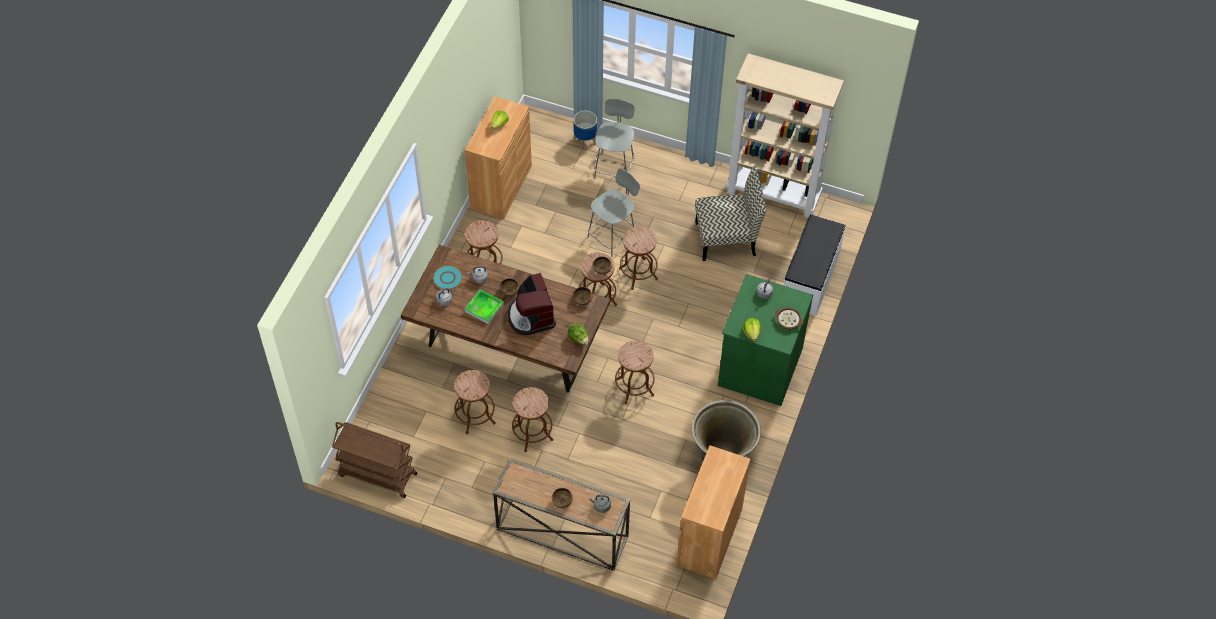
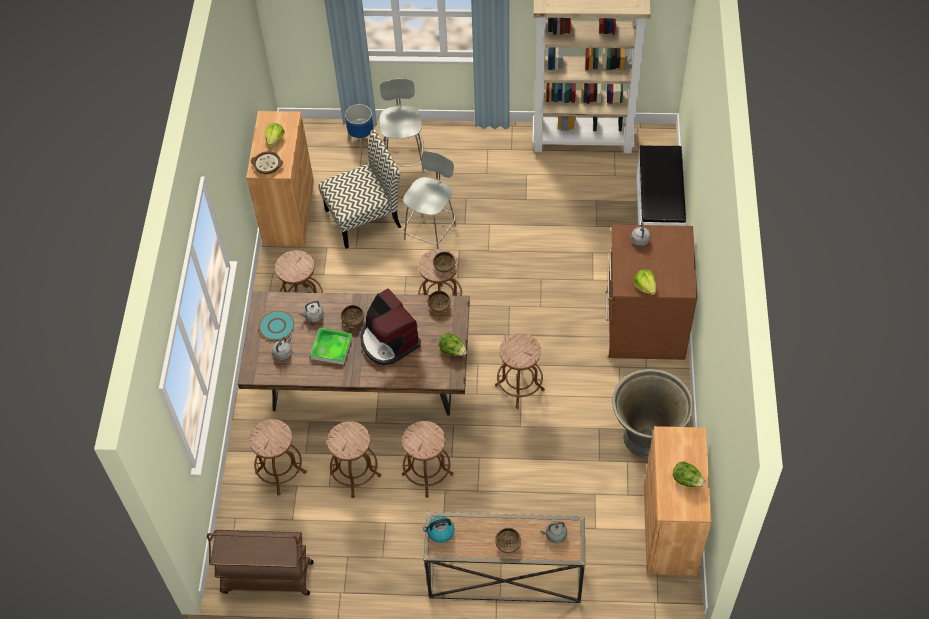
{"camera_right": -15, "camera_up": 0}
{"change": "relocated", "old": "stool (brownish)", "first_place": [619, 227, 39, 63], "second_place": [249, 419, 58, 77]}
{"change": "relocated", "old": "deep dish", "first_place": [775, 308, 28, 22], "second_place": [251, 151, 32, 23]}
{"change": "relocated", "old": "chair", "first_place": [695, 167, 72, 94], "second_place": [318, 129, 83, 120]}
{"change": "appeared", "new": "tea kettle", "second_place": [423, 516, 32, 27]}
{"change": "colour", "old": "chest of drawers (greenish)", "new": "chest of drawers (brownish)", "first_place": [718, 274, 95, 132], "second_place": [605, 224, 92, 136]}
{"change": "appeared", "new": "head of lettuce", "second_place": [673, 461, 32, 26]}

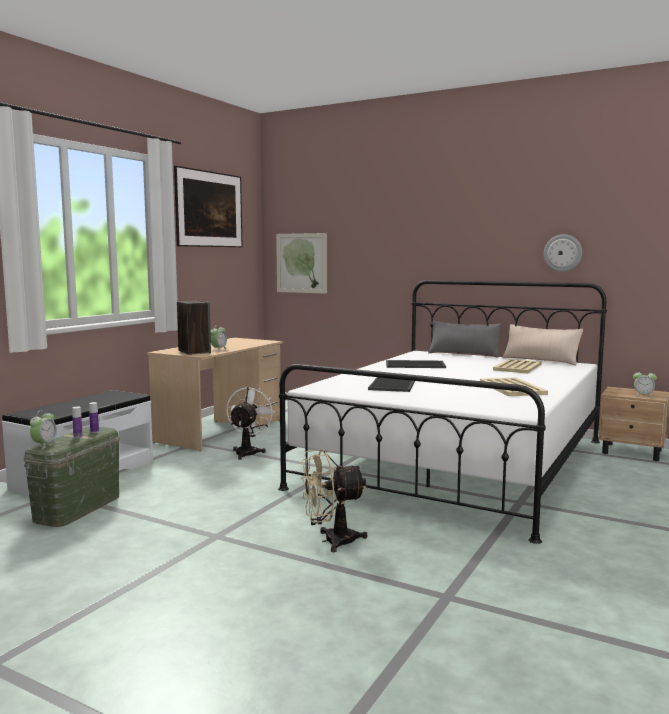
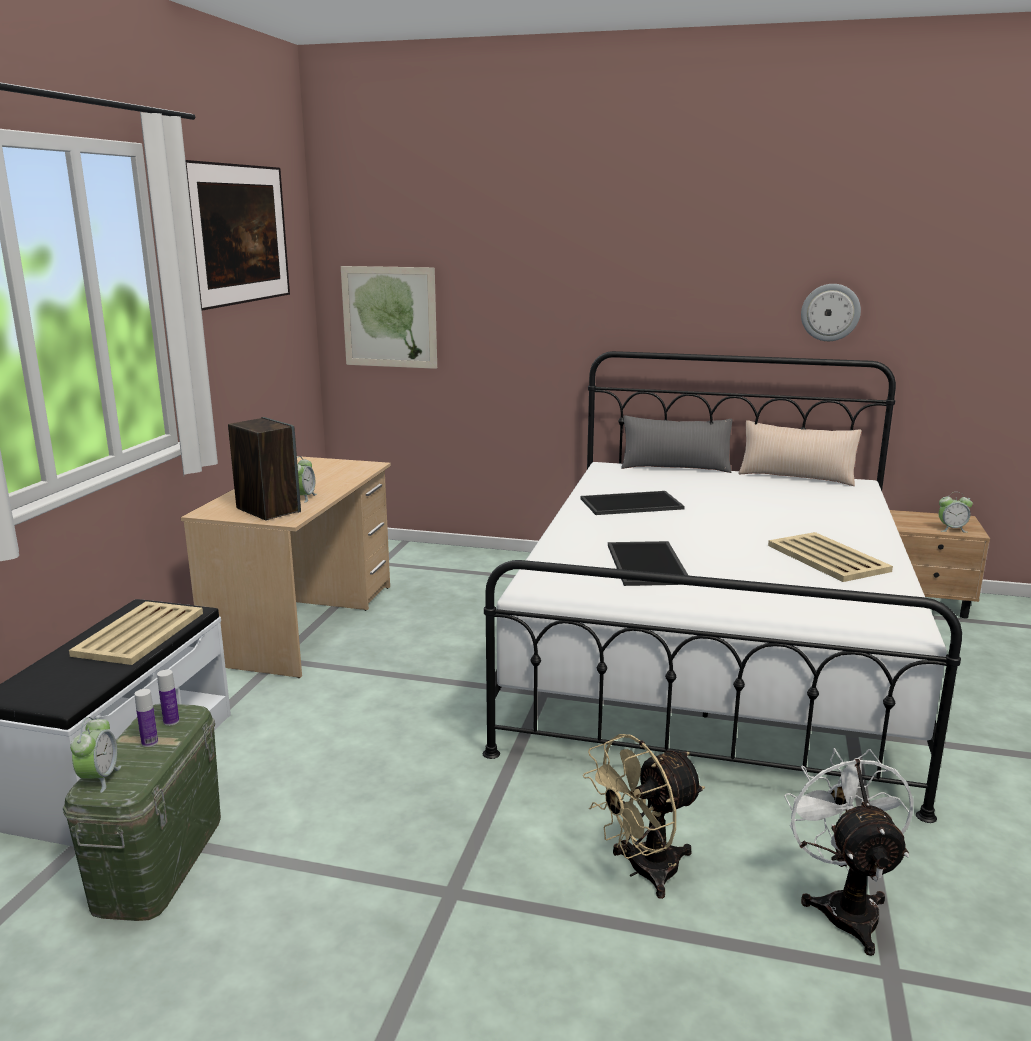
{"camera_right": -15, "camera_up": 10}
{"change": "relocated", "old": "carrying tray (sand-coloured)", "first_place": [493, 359, 49, 14], "second_place": [69, 601, 134, 64]}
{"change": "relocated", "old": "cooling fan (white)", "first_place": [227, 387, 48, 73], "second_place": [784, 748, 130, 208]}

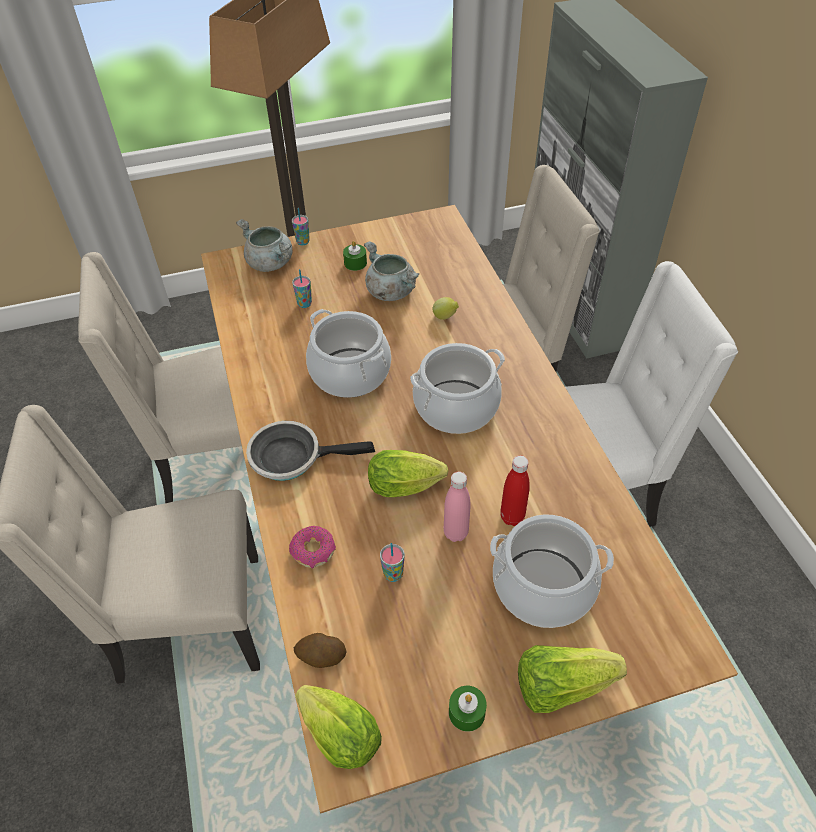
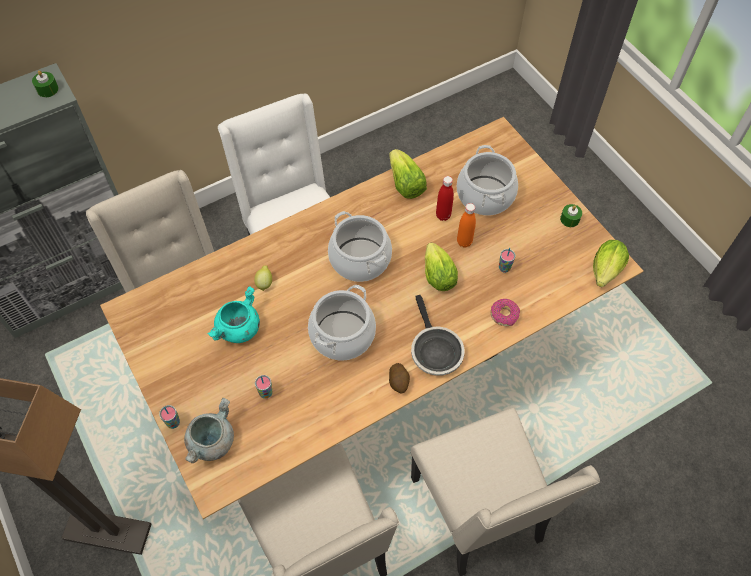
{"camera_right": -105, "camera_up": 10}
{"change": "relocated", "old": "wax light (greenish)", "first_place": [343, 241, 24, 30], "second_place": [32, 70, 27, 27]}
{"change": "colour", "old": "saucepot (grey)", "new": "saucepot (turquoise-coloured)", "first_place": [364, 241, 56, 60], "second_place": [208, 286, 52, 57]}
{"change": "relocated", "old": "head of lettuce", "first_place": [518, 645, 109, 68], "second_place": [389, 149, 38, 50]}
{"change": "relocated", "old": "spud", "first_place": [294, 633, 53, 35], "second_place": [389, 363, 21, 31]}
{"change": "colour", "old": "beverage bottle (pinkish)", "new": "beverage bottle (orangey)", "first_place": [444, 472, 27, 70], "second_place": [457, 203, 19, 45]}

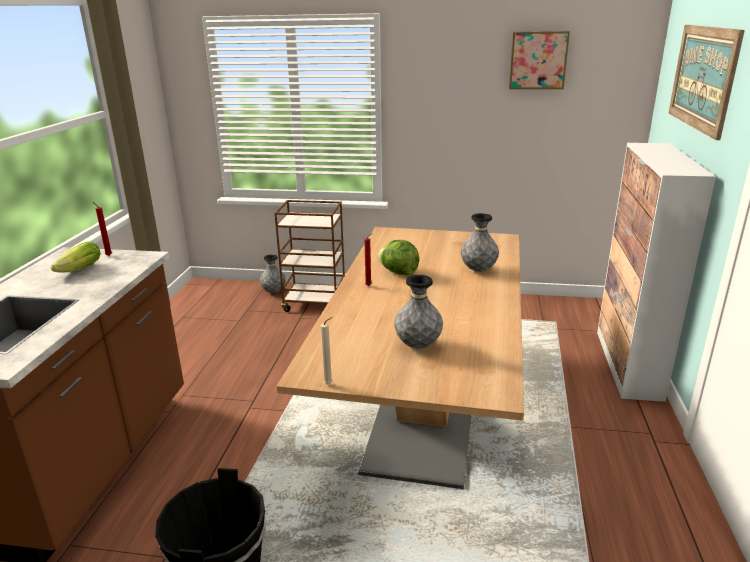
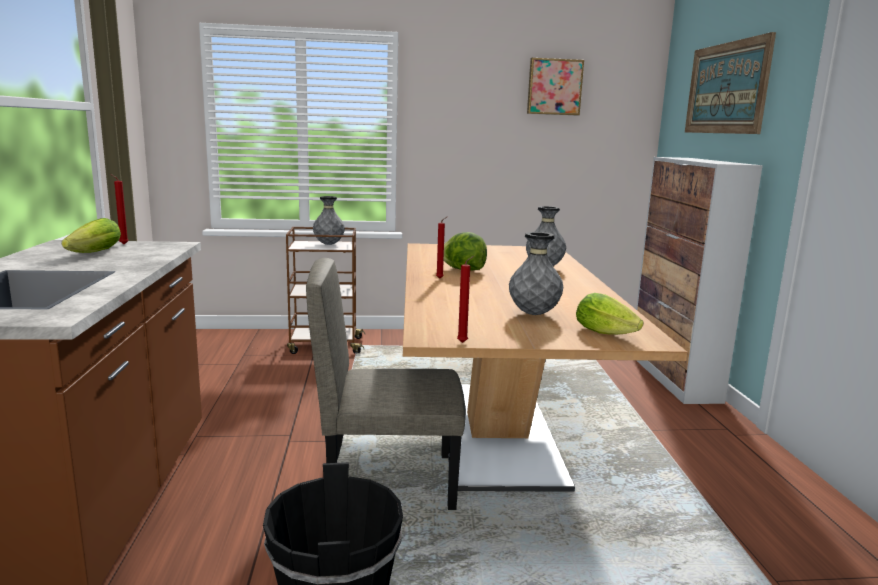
{"camera_right": -15, "camera_up": -10}
{"change": "appeared", "new": "chair (sand-coloured)", "second_place": [306, 258, 160, 252]}
{"change": "relocated", "old": "decorative vase (grey)", "first_place": [260, 255, 26, 38], "second_place": [313, 196, 32, 49]}
{"change": "colour", "old": "wax light (sand-coloured)", "new": "wax light (red)", "first_place": [321, 317, 12, 67], "second_place": [457, 256, 17, 87]}
{"change": "appeared", "new": "head of lettuce", "second_place": [576, 293, 68, 42]}

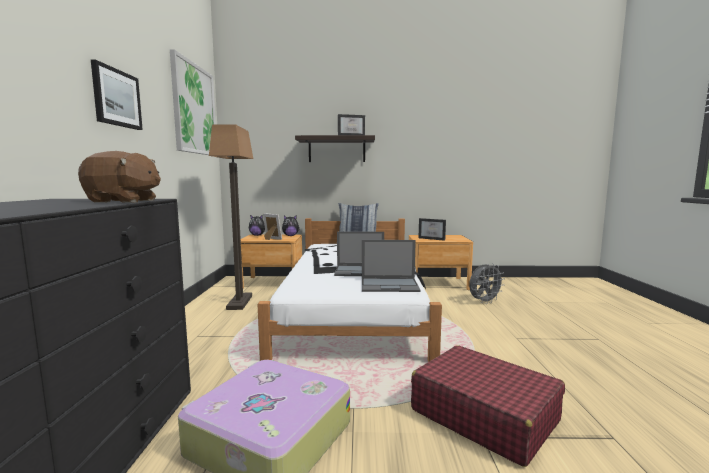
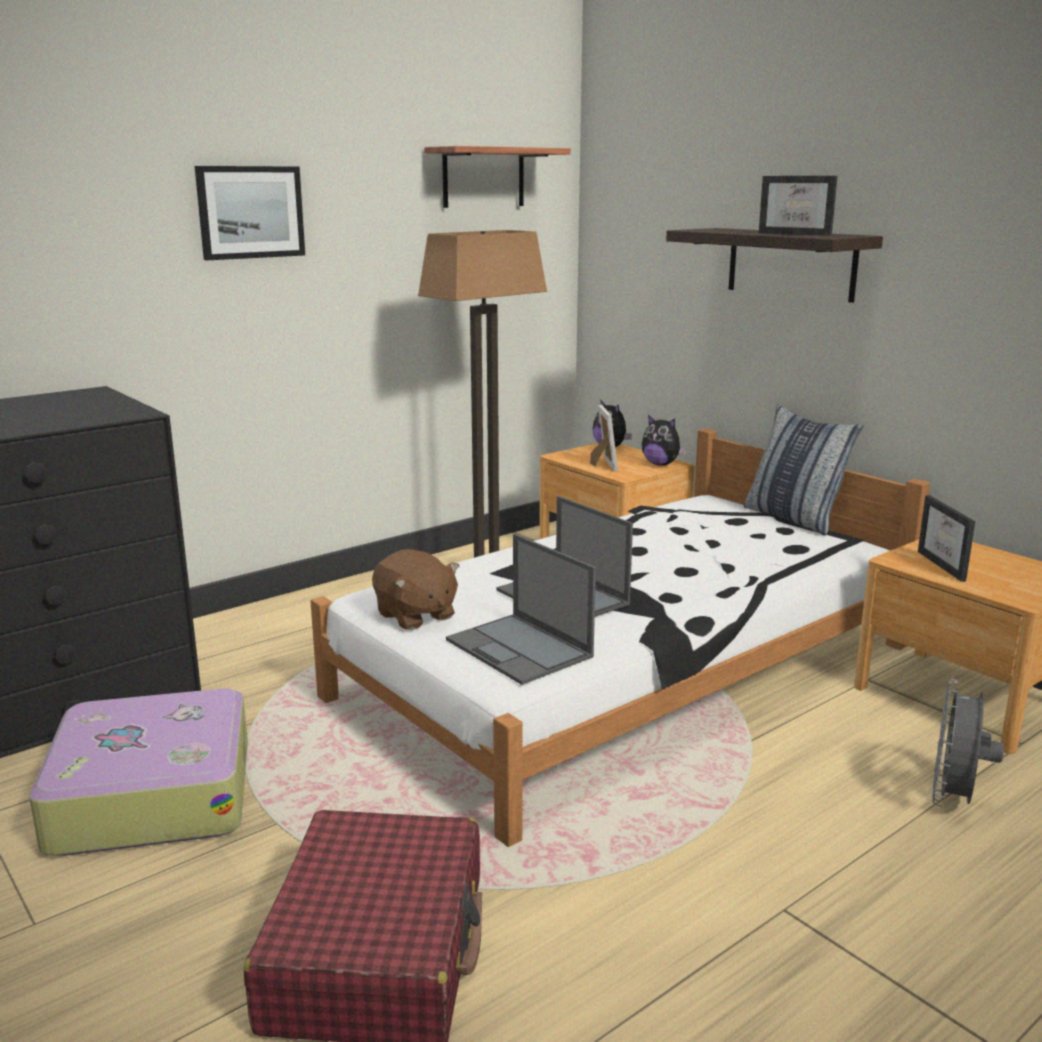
{"camera_right": 50, "camera_up": 10}
{"change": "relocated", "old": "plush toy (brownish)", "first_place": [78, 151, 83, 52], "second_place": [372, 549, 88, 81]}
{"change": "exchanged", "old": "wall picture", "new": "bracket shelf", "first_place": [170, 49, 46, 106], "second_place": [424, 146, 147, 62]}
{"change": "spun", "old": "cooling fan (grey)", "first_place": [469, 264, 36, 39], "second_place": [932, 679, 72, 128], "degrees": 90}

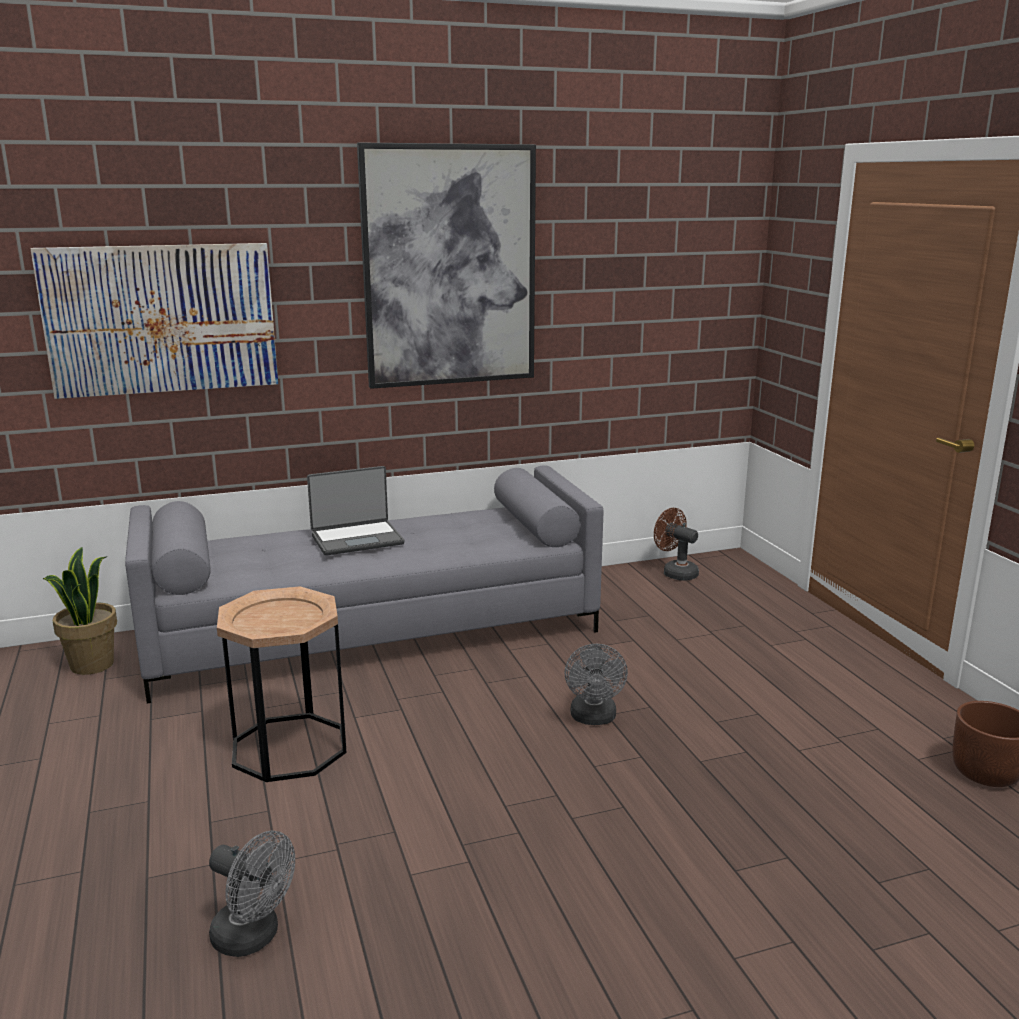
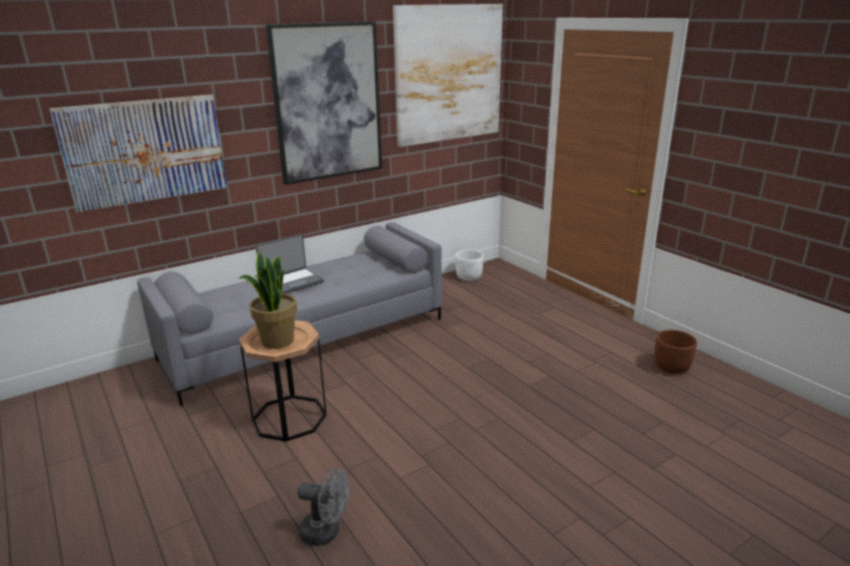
{"camera_right": -15, "camera_up": 5}
{"change": "relocated", "old": "houseplant", "first_place": [43, 547, 74, 128], "second_place": [239, 251, 58, 98]}
{"change": "appeared", "new": "wall picture", "second_place": [393, 4, 110, 143]}
{"change": "exchanged", "old": "cooling fan (brownish)", "new": "plant pot (white)", "first_place": [654, 508, 45, 73], "second_place": [455, 250, 29, 31]}
{"change": "missing", "old": "cooling fan (grey)", "first_place": [564, 644, 64, 81]}

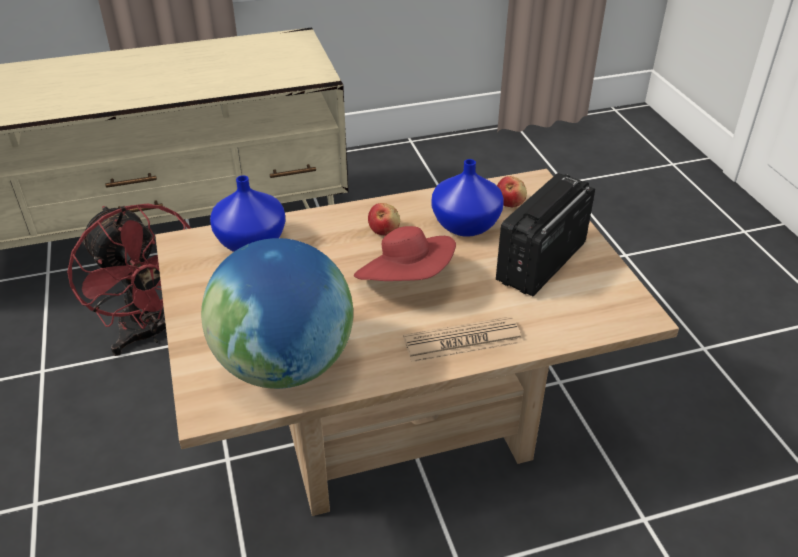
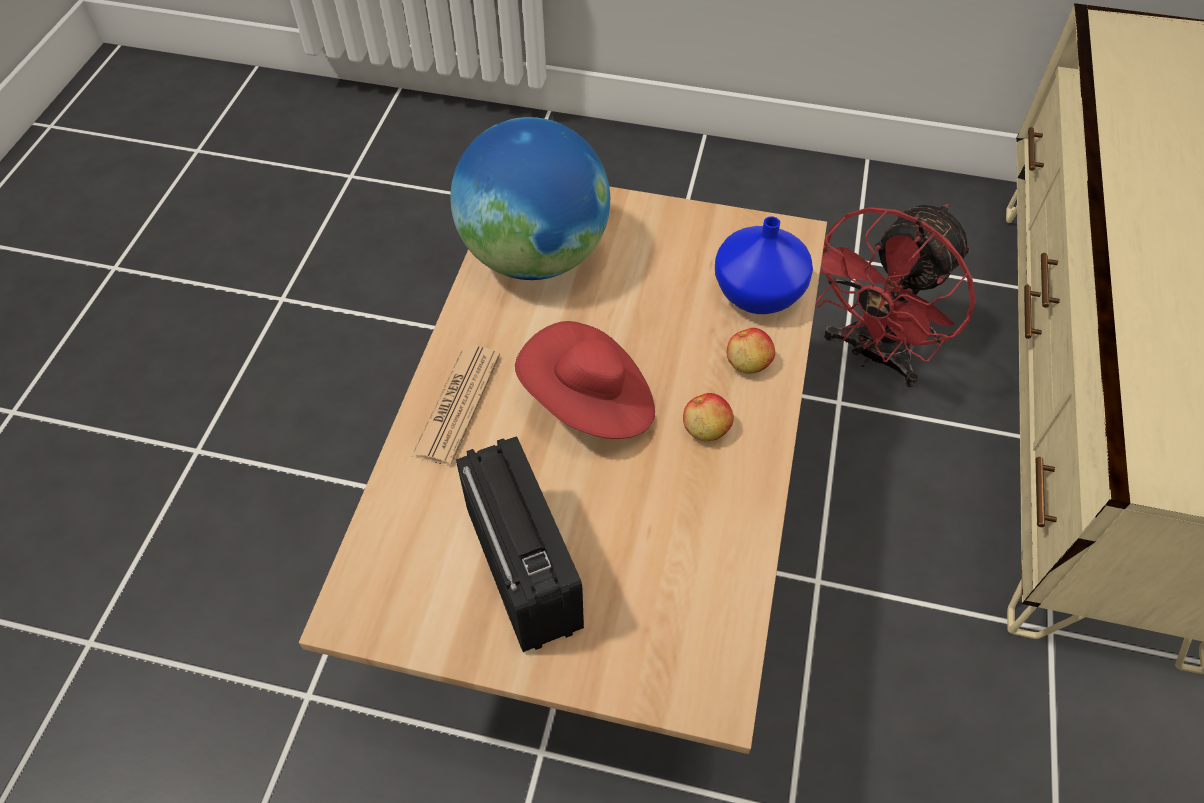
{"camera_right": 120, "camera_up": 15}
{"change": "relocated", "old": "apple fruit", "first_place": [497, 176, 30, 31], "second_place": [727, 328, 48, 46]}
{"change": "spun", "old": "cooling fan (red)", "first_place": [67, 203, 124, 153], "second_place": [815, 204, 161, 183], "degrees": -45}
{"change": "missing", "old": "decorative vase (blue)", "first_place": [432, 159, 72, 78]}

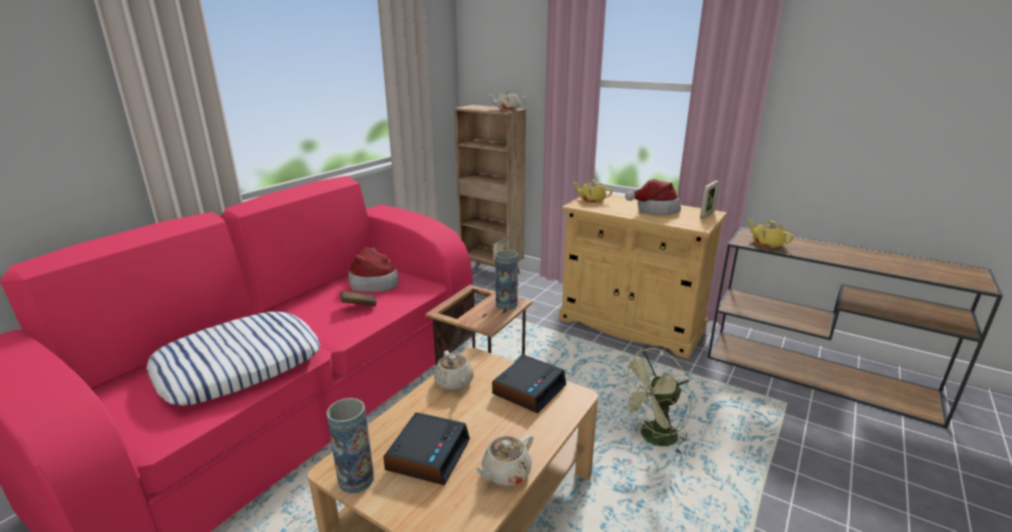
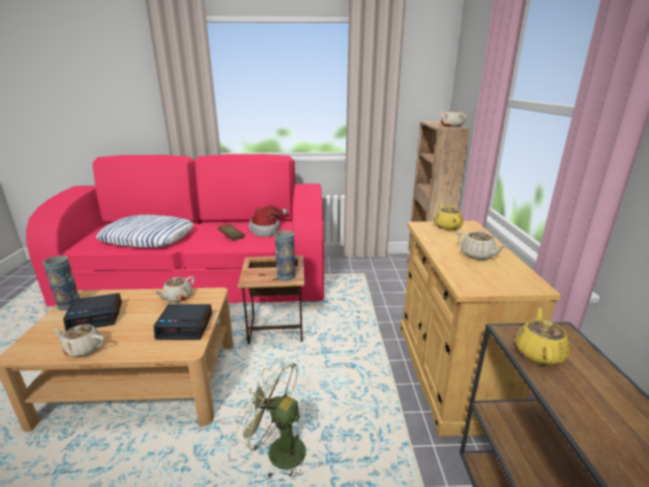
{"camera_right": 55, "camera_up": 0}
{"change": "exchanged", "old": "clothing hat", "new": "pot for tea (sand-coloured)", "first_place": [625, 179, 56, 36], "second_place": [458, 230, 49, 30]}
{"change": "missing", "old": "standing frame", "first_place": [700, 180, 19, 39]}

